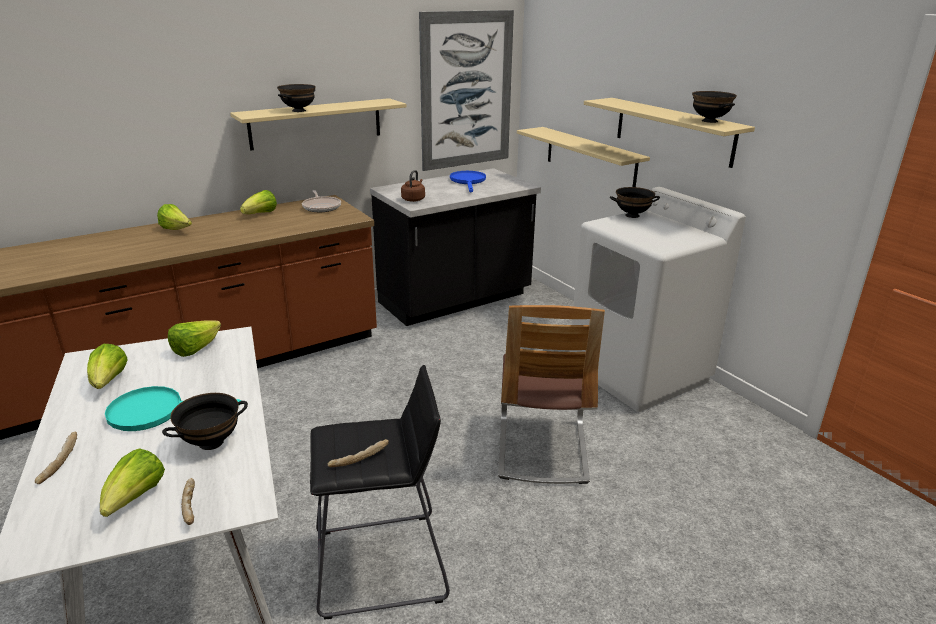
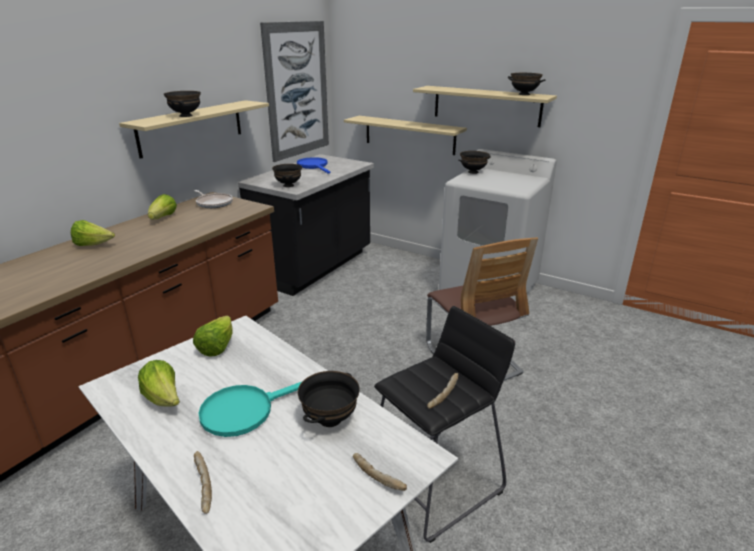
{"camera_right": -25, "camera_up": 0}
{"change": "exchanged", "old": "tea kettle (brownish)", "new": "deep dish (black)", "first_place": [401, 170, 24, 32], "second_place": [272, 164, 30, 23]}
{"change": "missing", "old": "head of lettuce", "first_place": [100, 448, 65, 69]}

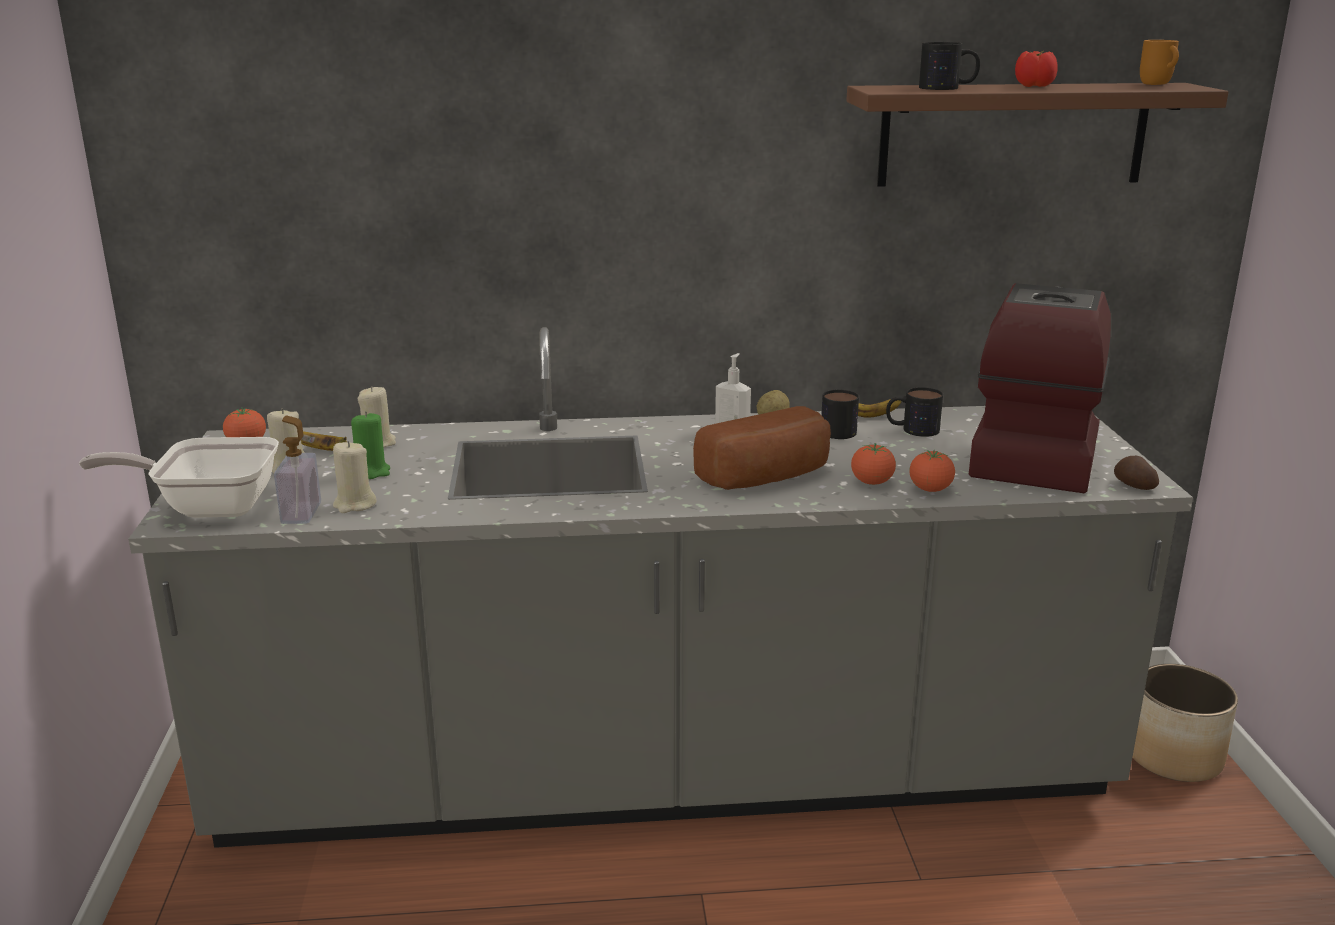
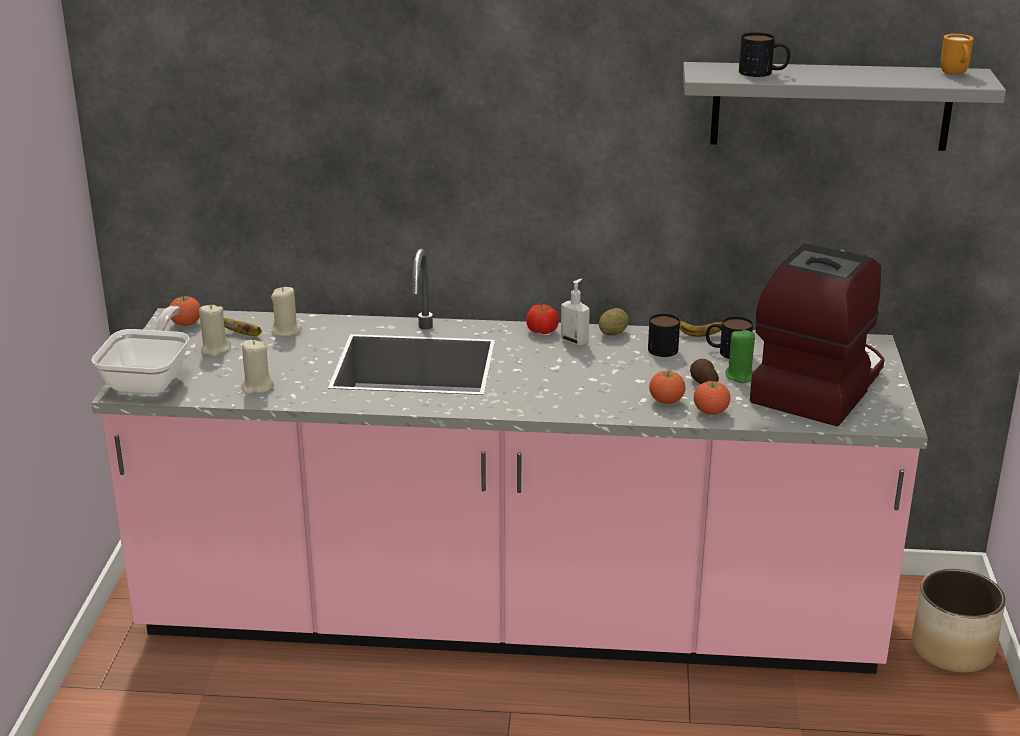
{"camera_right": 10, "camera_up": 5}
{"change": "colour", "old": "kitchen base unit (grey)", "new": "kitchen base unit (pinkish)", "first_place": [128, 327, 1065, 521], "second_place": [91, 248, 837, 426]}
{"change": "spun", "old": "pan", "first_place": [79, 437, 200, 81], "second_place": [91, 306, 99, 89], "degrees": 90}
{"change": "relocated", "old": "tomato", "first_place": [1015, 51, 43, 36], "second_place": [526, 304, 33, 30]}
{"change": "colour", "old": "bracket shelf (brownish)", "new": "bracket shelf (grey)", "first_place": [846, 83, 383, 104], "second_place": [683, 62, 323, 89]}
{"change": "relocated", "old": "spud", "first_place": [1114, 456, 45, 34], "second_place": [690, 359, 29, 25]}
{"change": "relocated", "old": "wax light (greenish)", "first_place": [351, 411, 39, 68], "second_place": [726, 330, 29, 53]}
{"change": "missing", "old": "soap bottle", "first_place": [274, 416, 47, 108]}
{"change": "missing", "old": "bread", "first_place": [693, 406, 138, 84]}

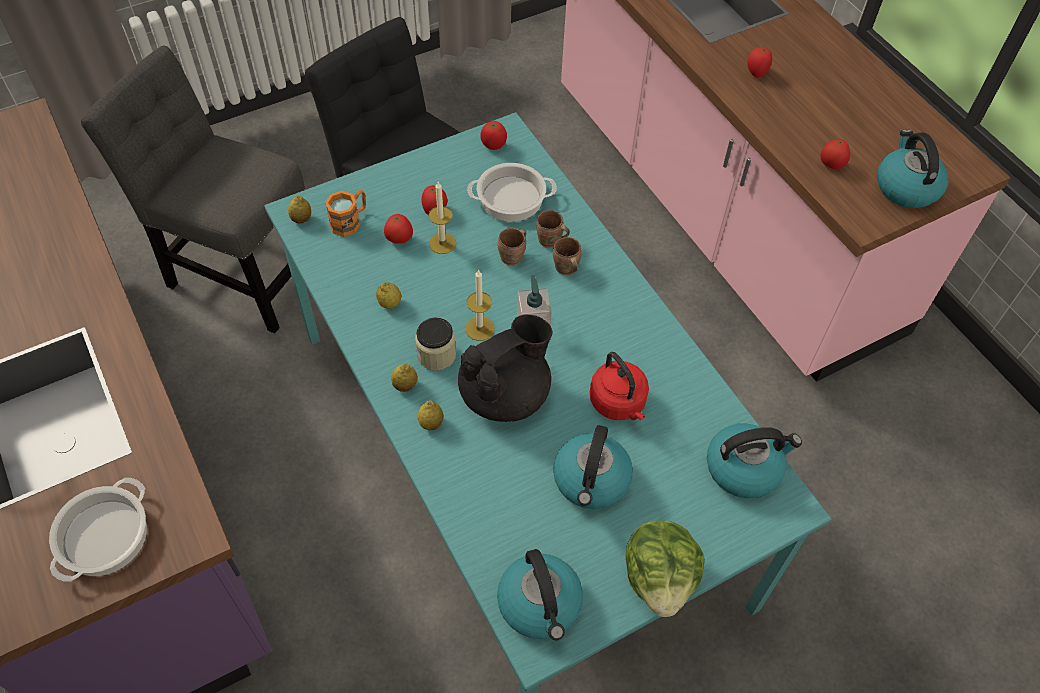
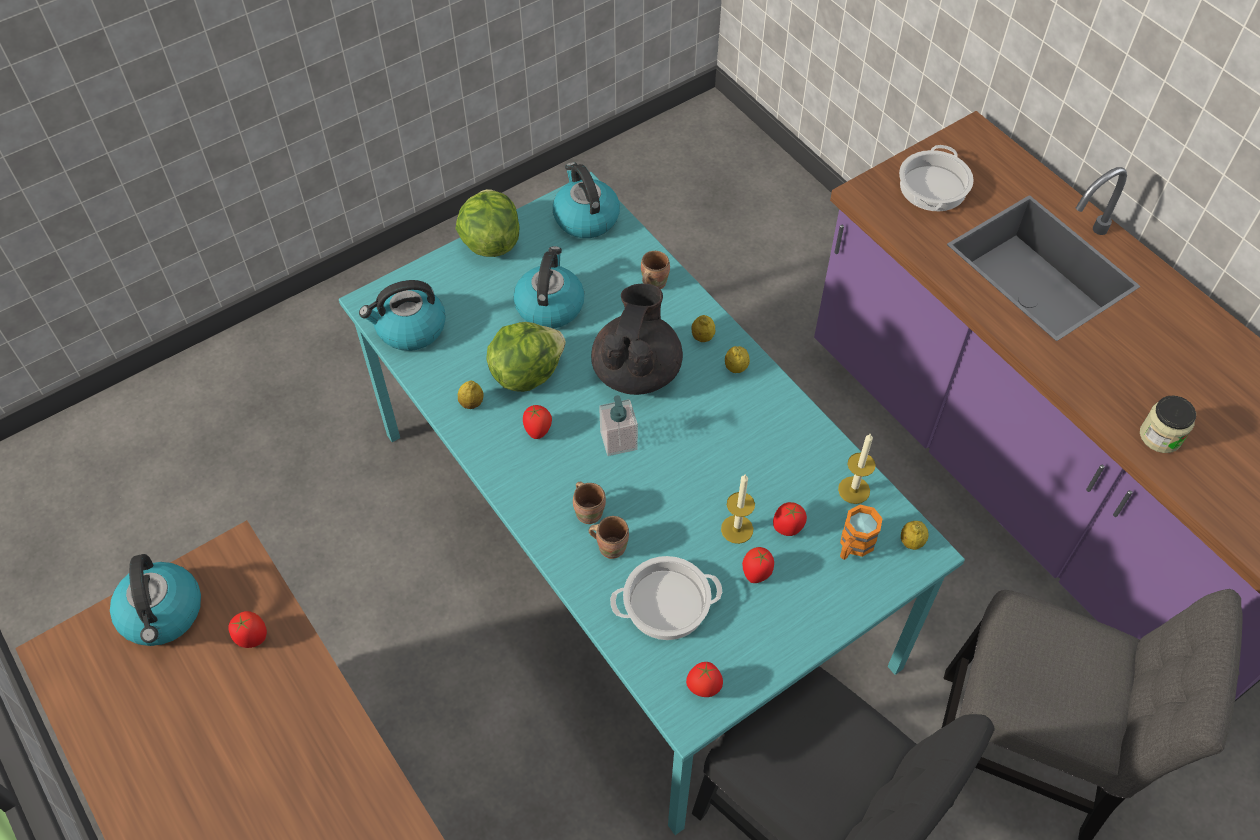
{"camera_right": 175, "camera_up": 0}
{"change": "relocated", "old": "whole lemon", "first_place": [376, 282, 25, 27], "second_place": [458, 380, 26, 29]}
{"change": "exchanged", "old": "tea kettle (red)", "new": "head of lettuce", "first_place": [590, 352, 59, 68], "second_place": [486, 322, 80, 70]}
{"change": "relocated", "old": "tomato", "first_place": [747, 47, 25, 31], "second_place": [523, 405, 29, 34]}
{"change": "spun", "old": "pot for tea (black)", "first_place": [458, 314, 95, 108], "second_place": [591, 284, 92, 111], "degrees": 150}
{"change": "relocated", "old": "mug (brownish)", "first_place": [497, 228, 29, 38], "second_place": [641, 251, 29, 38]}
{"change": "relocated", "old": "wax light", "first_place": [466, 269, 29, 72], "second_place": [838, 433, 38, 71]}
{"change": "relocated", "old": "preserve jar", "first_place": [415, 318, 41, 53], "second_place": [1140, 396, 56, 57]}

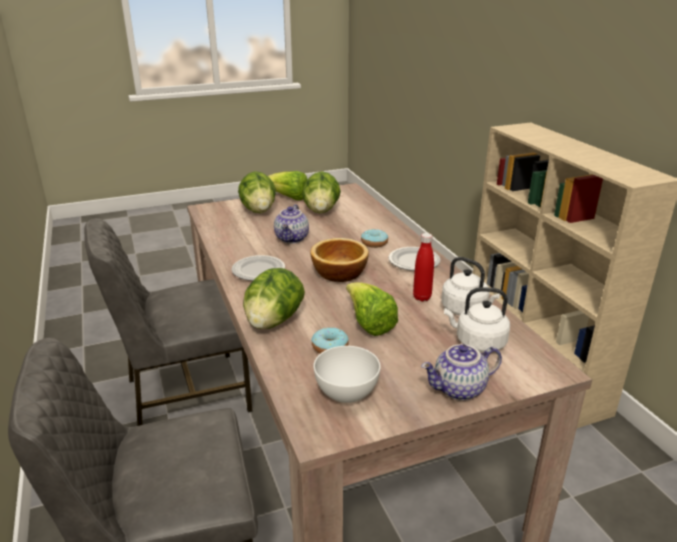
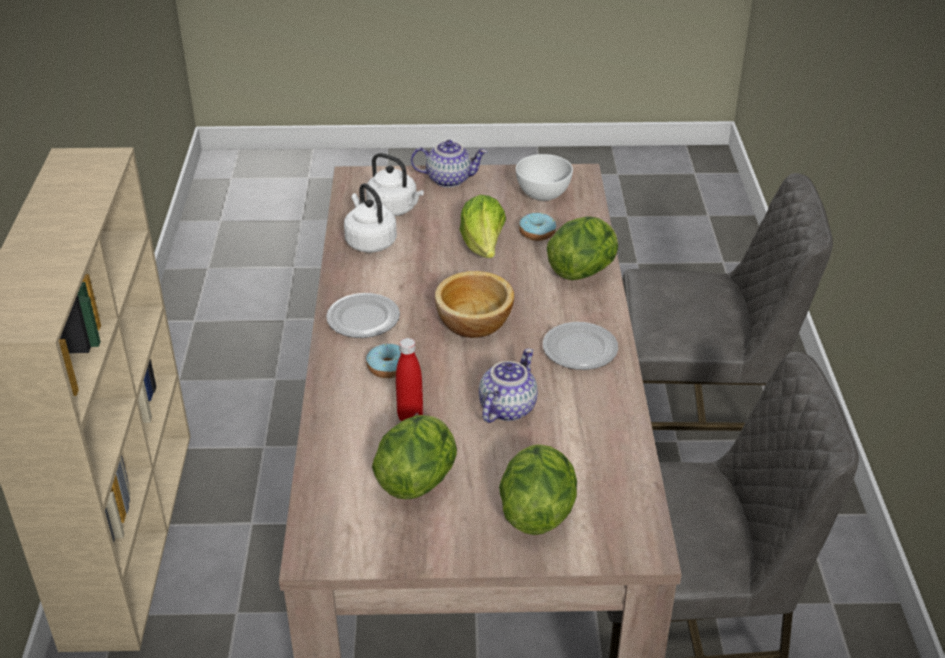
{"camera_right": -160, "camera_up": 10}
{"change": "relocated", "old": "beverage bottle (red)", "first_place": [413, 233, 21, 68], "second_place": [396, 338, 27, 83]}
{"change": "missing", "old": "head of lettuce", "first_place": [268, 171, 40, 30]}

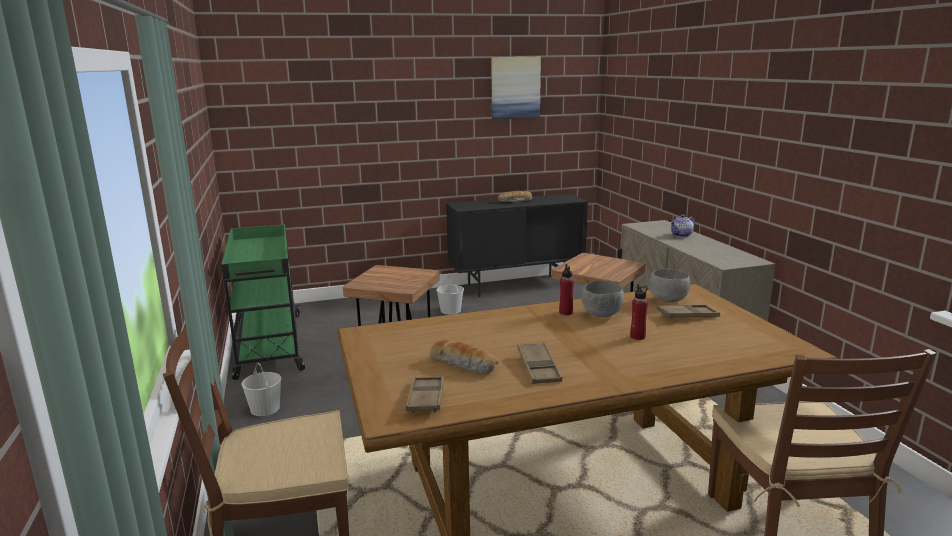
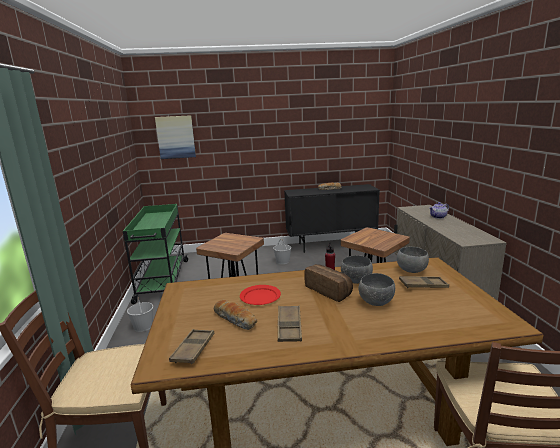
{"camera_right": 10, "camera_up": 0}
{"change": "relocated", "old": "wall picture", "first_place": [491, 57, 50, 62], "second_place": [155, 115, 41, 44]}
{"change": "appeared", "new": "flat dish (red)", "second_place": [240, 285, 41, 20]}
{"change": "appeared", "new": "bread", "second_place": [304, 264, 49, 38]}
{"change": "exchanged", "old": "beverage bottle (red)", "new": "deep dish (grey)", "first_place": [630, 284, 18, 56], "second_place": [359, 273, 36, 33]}

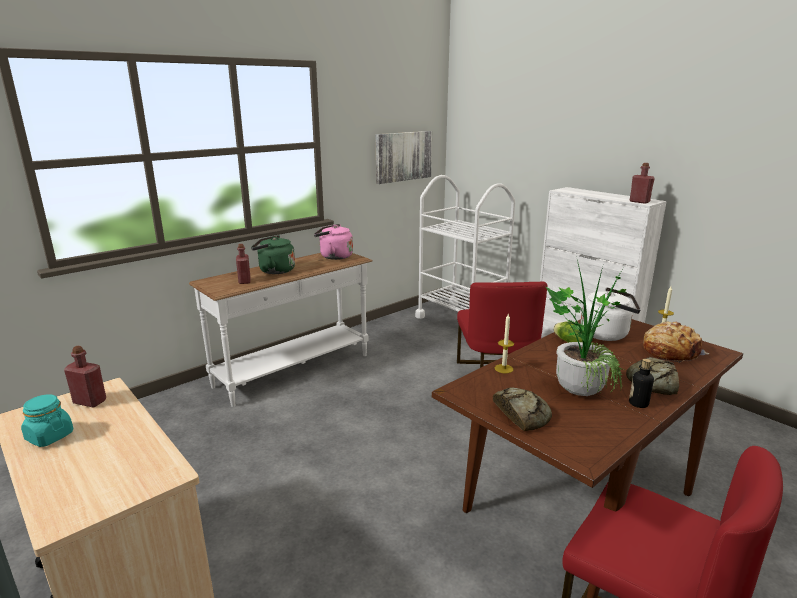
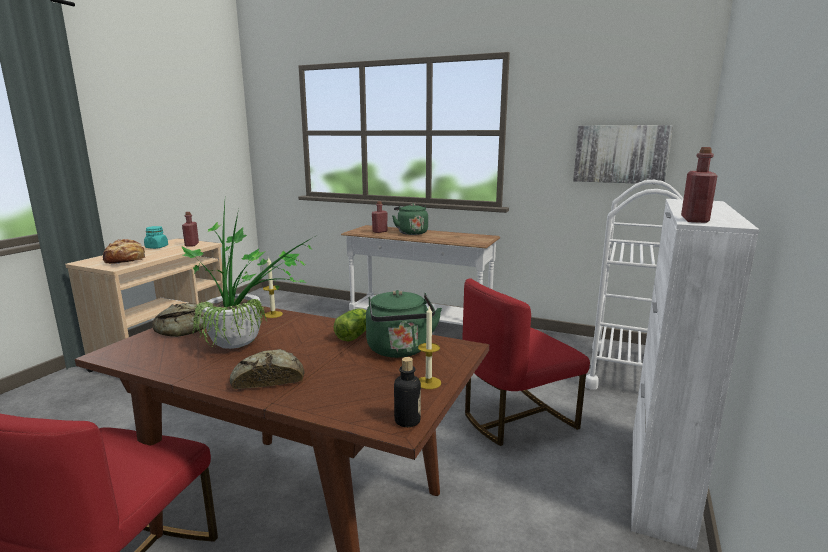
{"camera_right": 65, "camera_up": -5}
{"change": "relocated", "old": "bread", "first_place": [643, 321, 66, 42], "second_place": [103, 239, 42, 26]}
{"change": "colour", "old": "tea kettle (white)", "new": "tea kettle (greenish)", "first_place": [580, 287, 61, 54], "second_place": [366, 290, 76, 68]}
{"change": "relocated", "old": "beverage bottle", "first_place": [629, 359, 25, 49], "second_place": [394, 357, 27, 70]}
{"change": "missing", "old": "tea kettle (pinkish)", "first_place": [314, 224, 39, 36]}

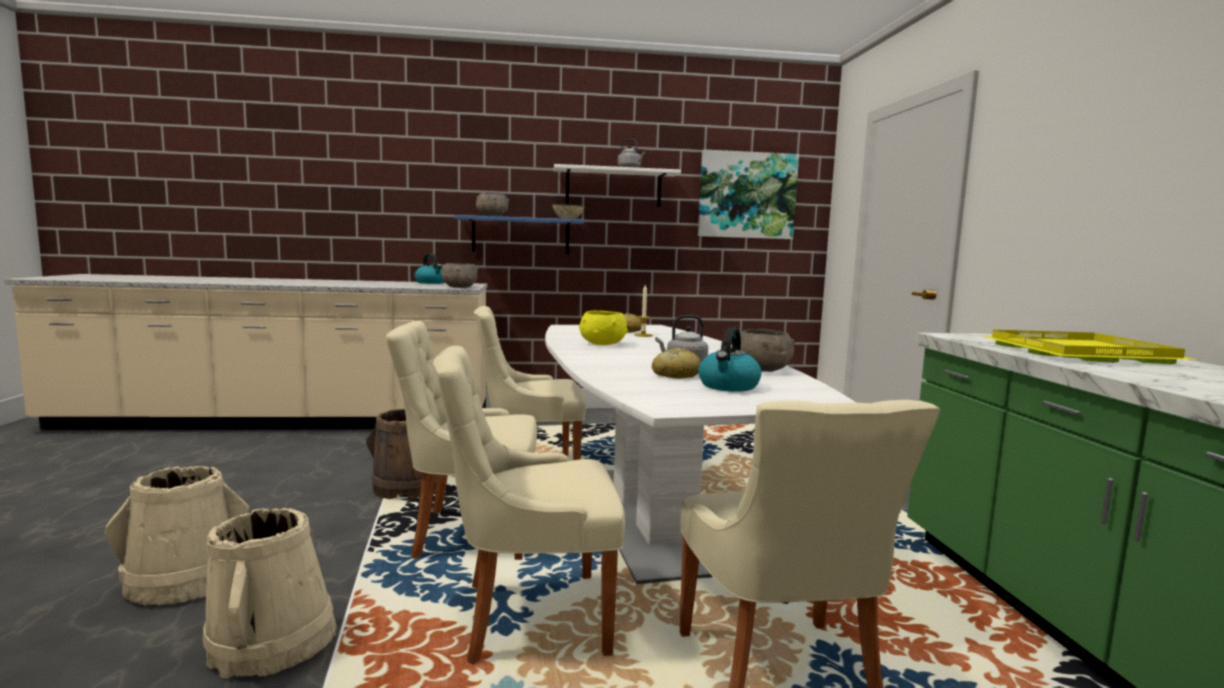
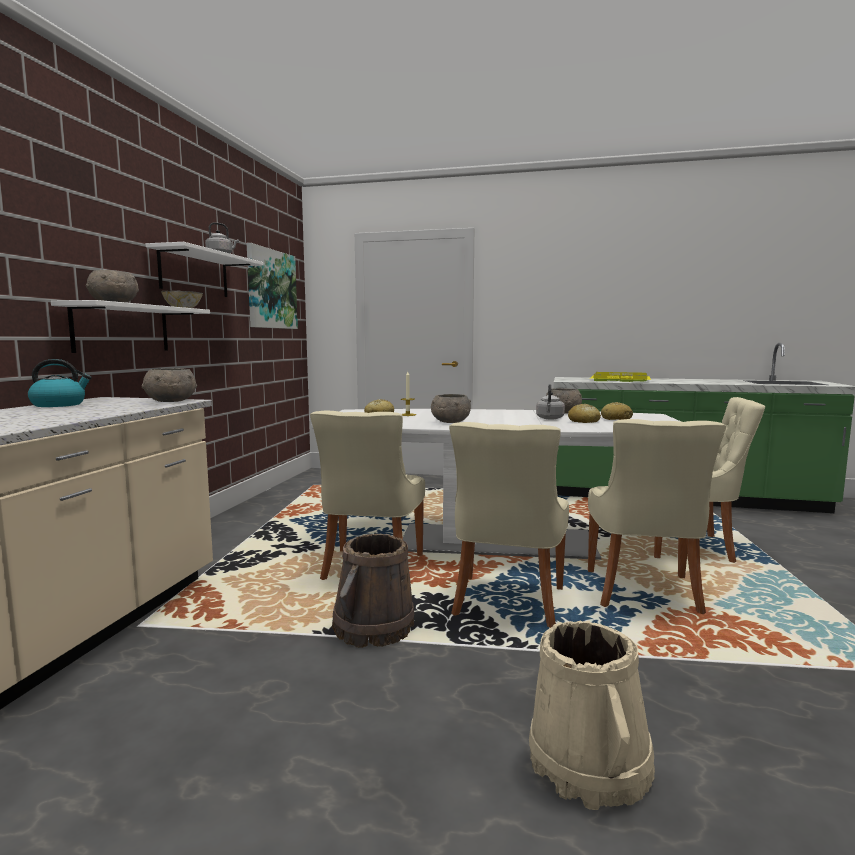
{"camera_right": -70, "camera_up": 0}
{"change": "colour", "old": "bracket shelf (blue)", "new": "bracket shelf (white)", "first_place": [455, 215, 129, 39], "second_place": [51, 300, 159, 53]}
{"change": "colour", "old": "deep dish (yellowish)", "new": "deep dish (grey)", "first_place": [579, 311, 49, 34], "second_place": [431, 394, 40, 29]}
{"change": "exchanged", "old": "tea kettle", "new": "bread", "first_place": [698, 327, 64, 65], "second_place": [601, 402, 32, 18]}
{"change": "missing", "old": "water bucket (sand-coloured)", "first_place": [203, 508, 134, 170]}

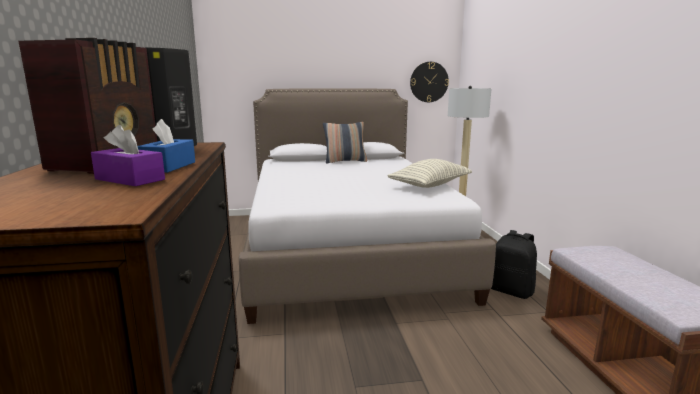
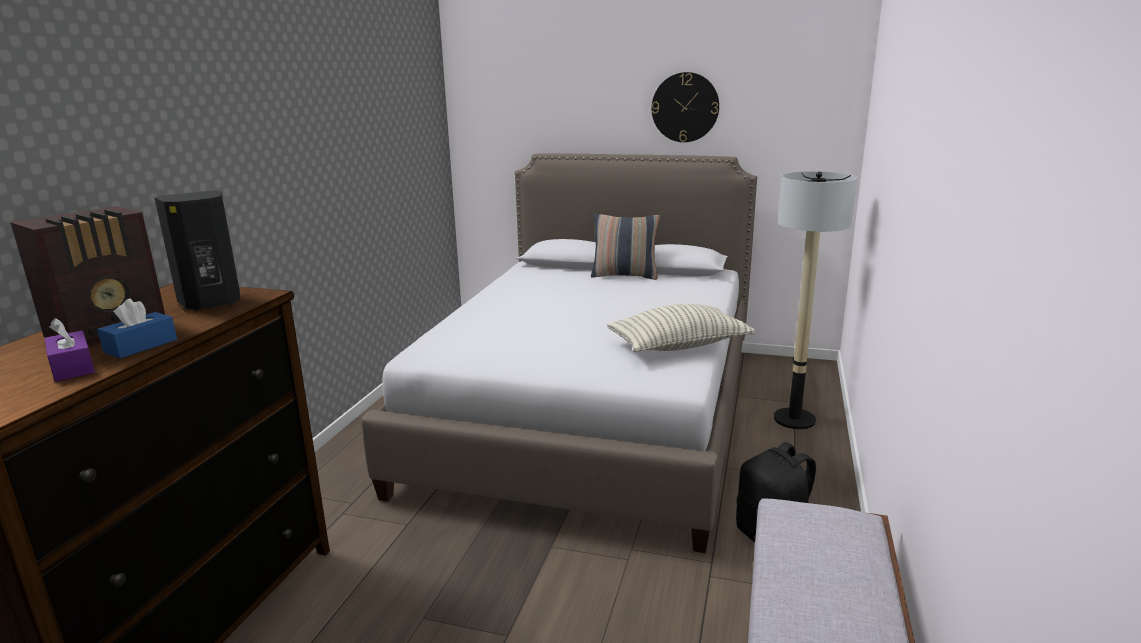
{"camera_right": 25, "camera_up": 5}
{"change": "relocated", "old": "clock on the wall", "first_place": [410, 62, 39, 40], "second_place": [652, 72, 67, 70]}

